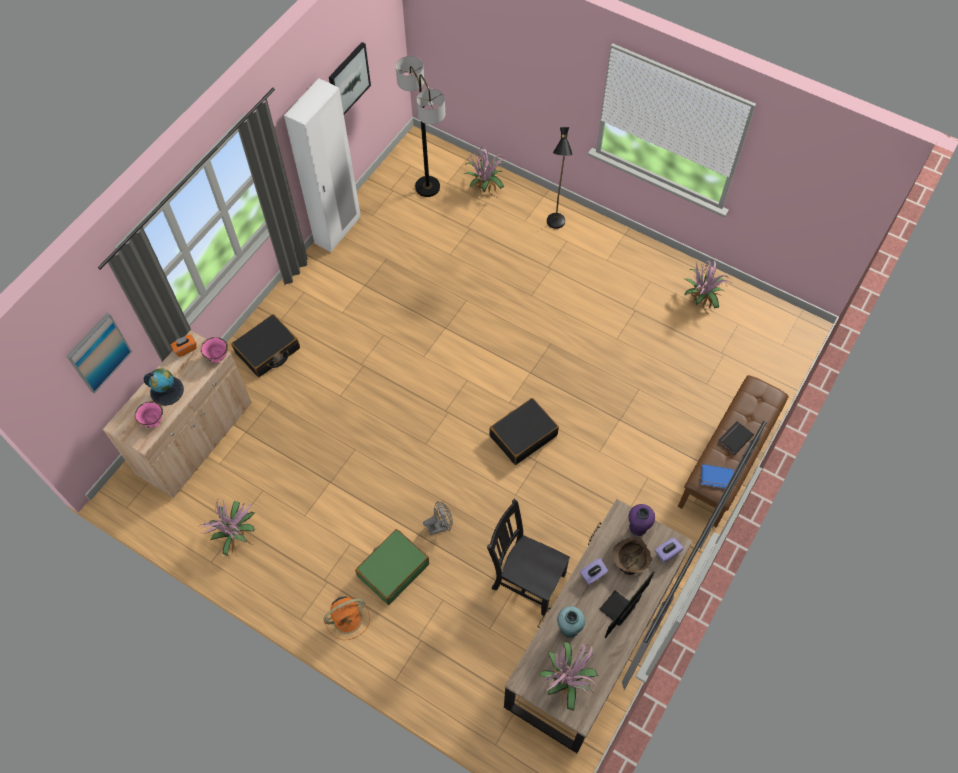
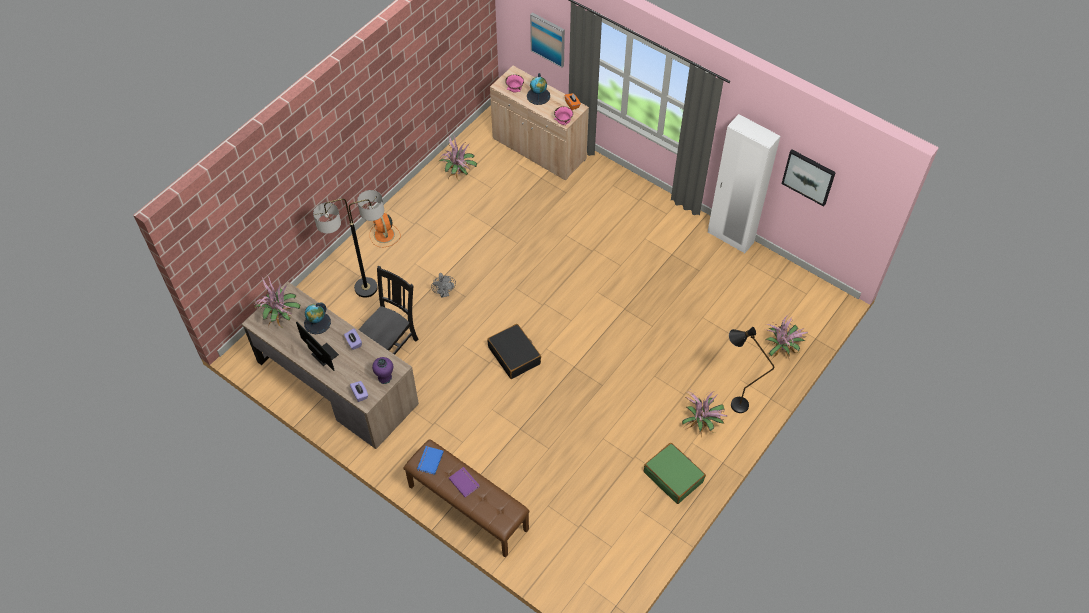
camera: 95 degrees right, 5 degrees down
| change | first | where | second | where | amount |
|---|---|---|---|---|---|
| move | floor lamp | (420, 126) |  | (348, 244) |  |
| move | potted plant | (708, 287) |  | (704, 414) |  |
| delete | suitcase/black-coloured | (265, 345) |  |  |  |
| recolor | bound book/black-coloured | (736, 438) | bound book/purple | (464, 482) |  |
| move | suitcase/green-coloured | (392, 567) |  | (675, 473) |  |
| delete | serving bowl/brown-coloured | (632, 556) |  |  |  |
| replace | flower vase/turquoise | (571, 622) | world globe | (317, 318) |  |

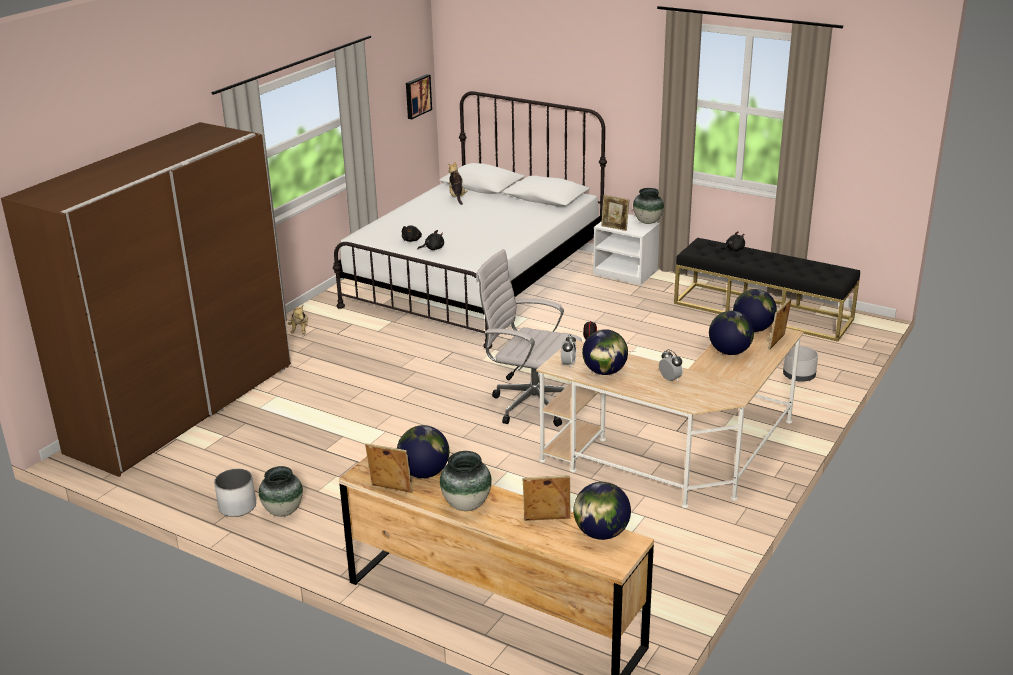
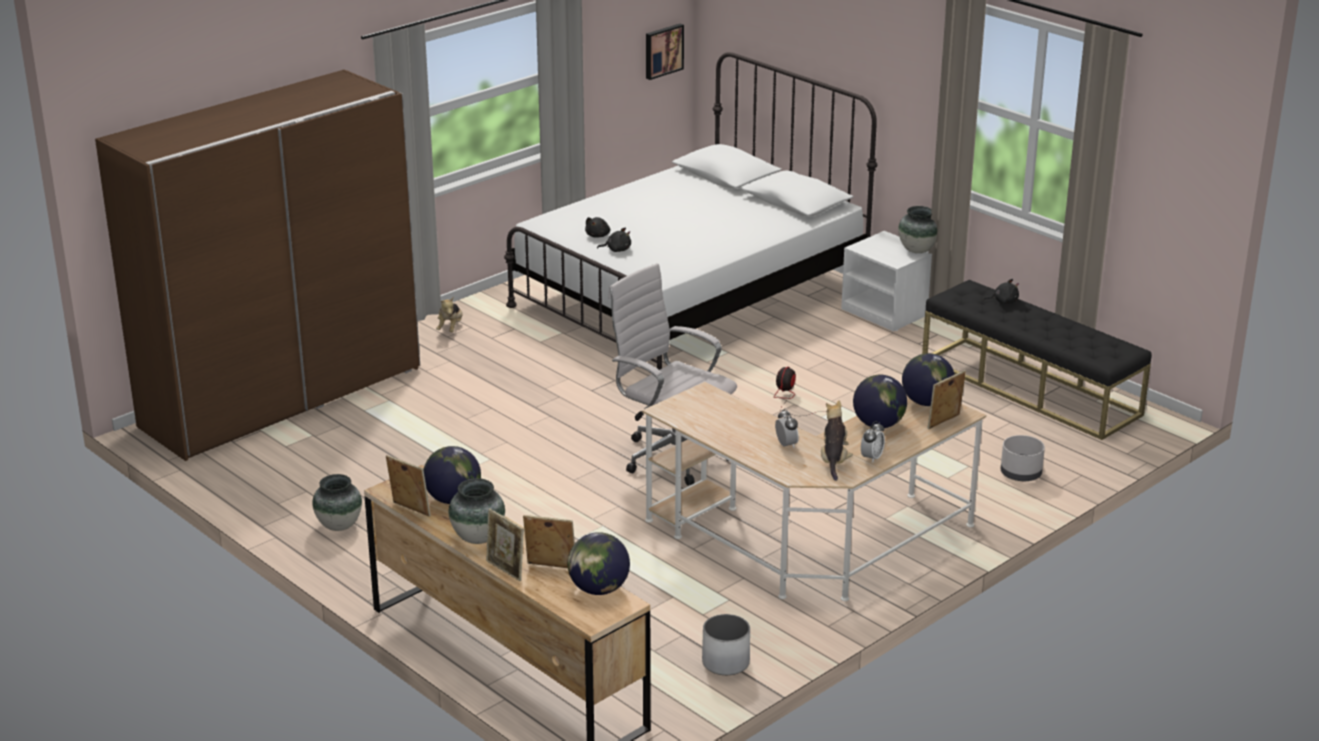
camera: 15 degrees right, 0 degrees up
| change | first | where | second | where | amount |
|---|---|---|---|---|---|
| move | soft toy | (458, 183) |  | (837, 440) |  |
| move | picture frame | (615, 213) |  | (505, 544) |  |
| delete | world globe | (605, 352) |  |  |  |
| move | alarm clock | (569, 350) |  | (873, 442) |  |
| move | plant pot/white-coloured | (235, 493) |  | (726, 644) |  |

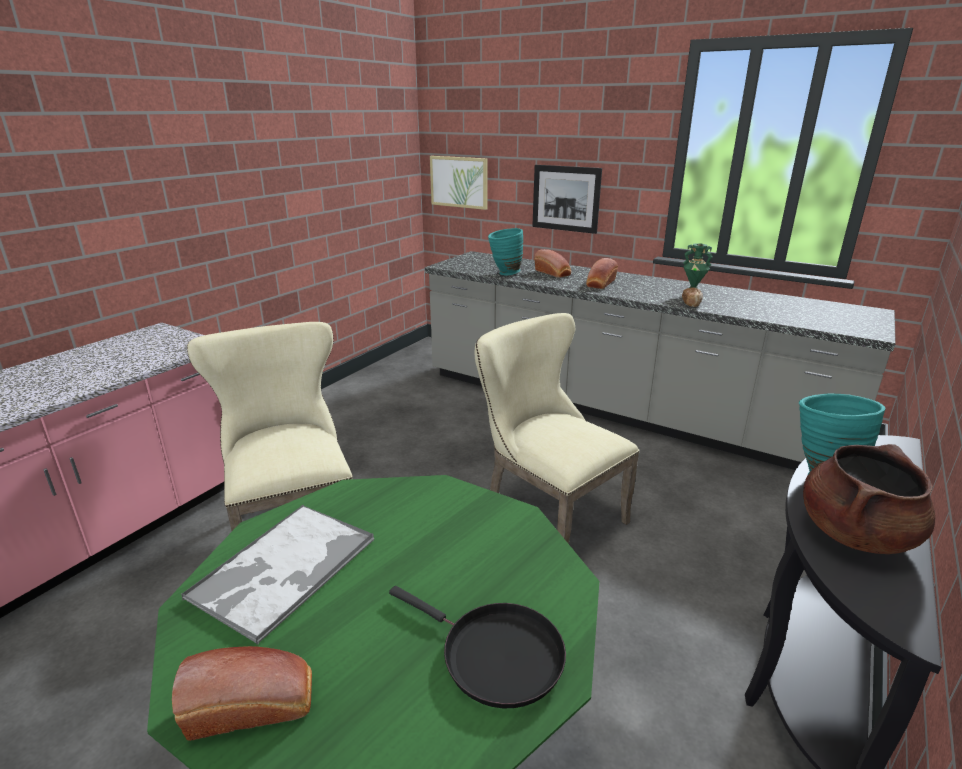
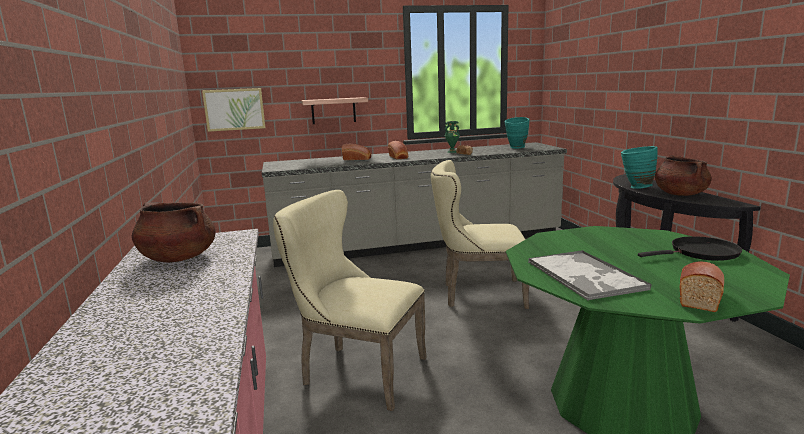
camera: 45 degrees left, 10 degrees down
| change | first | where | second | where | amount |
|---|---|---|---|---|---|
| replace | wall art | (567, 199) | wall shelf | (334, 110) |  |
| move | flower vase/turquoise | (505, 251) |  | (517, 133) |  |
| insert |  |  | saucepot/brown-coloured | (174, 232) |  |

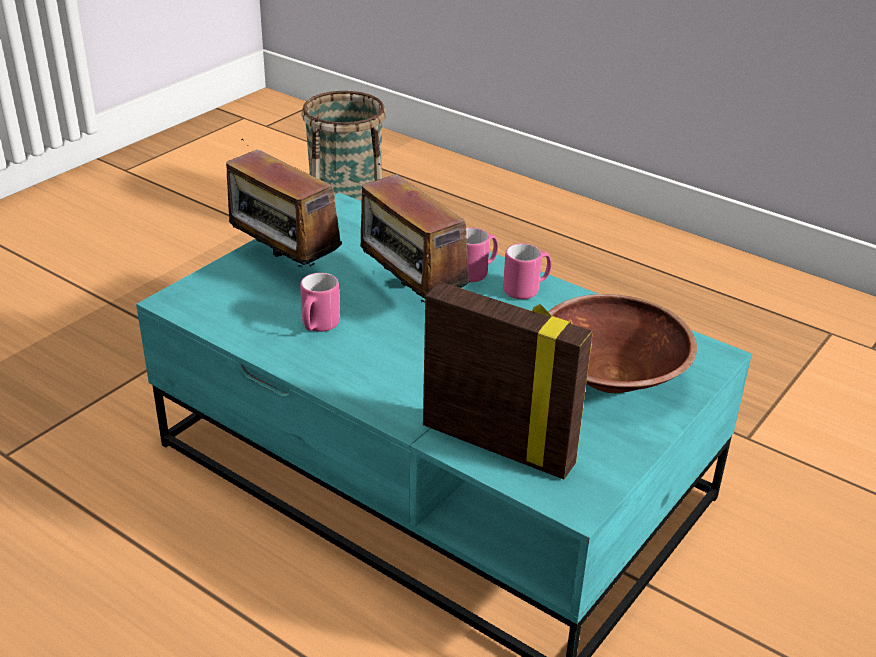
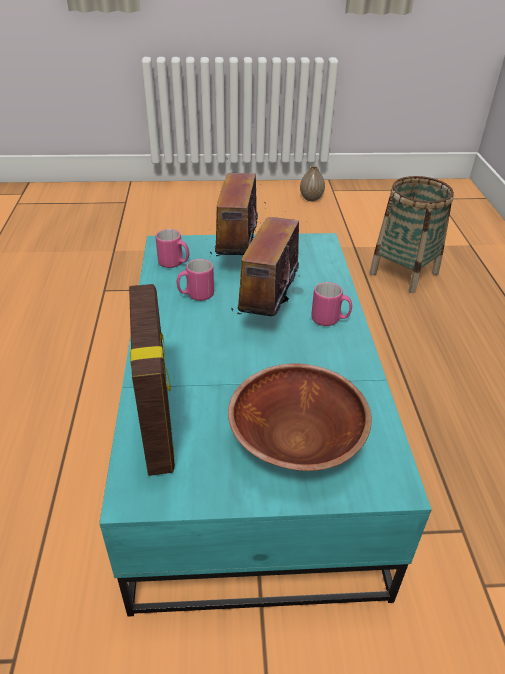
camera: 50 degrees right, 5 degrees up
| change | first | where | second | where | amount |
|---|---|---|---|---|---|
| move | mug/pink | (527, 271) |  | (172, 248) |  |
| insert |  |  | flower vase | (312, 183) |  |

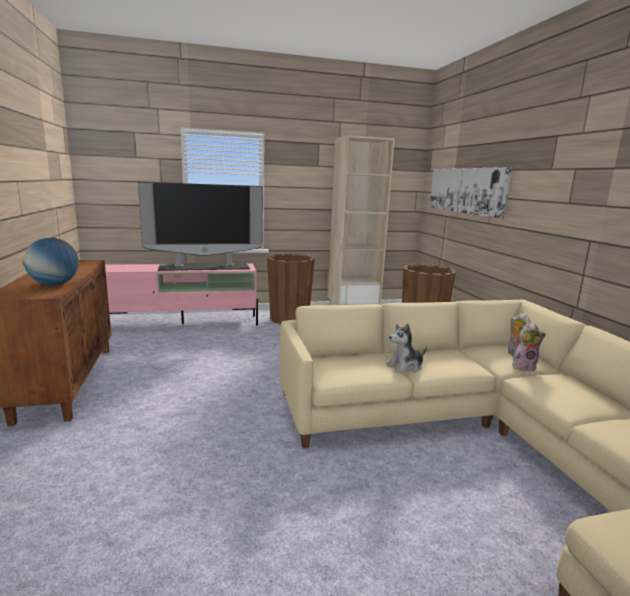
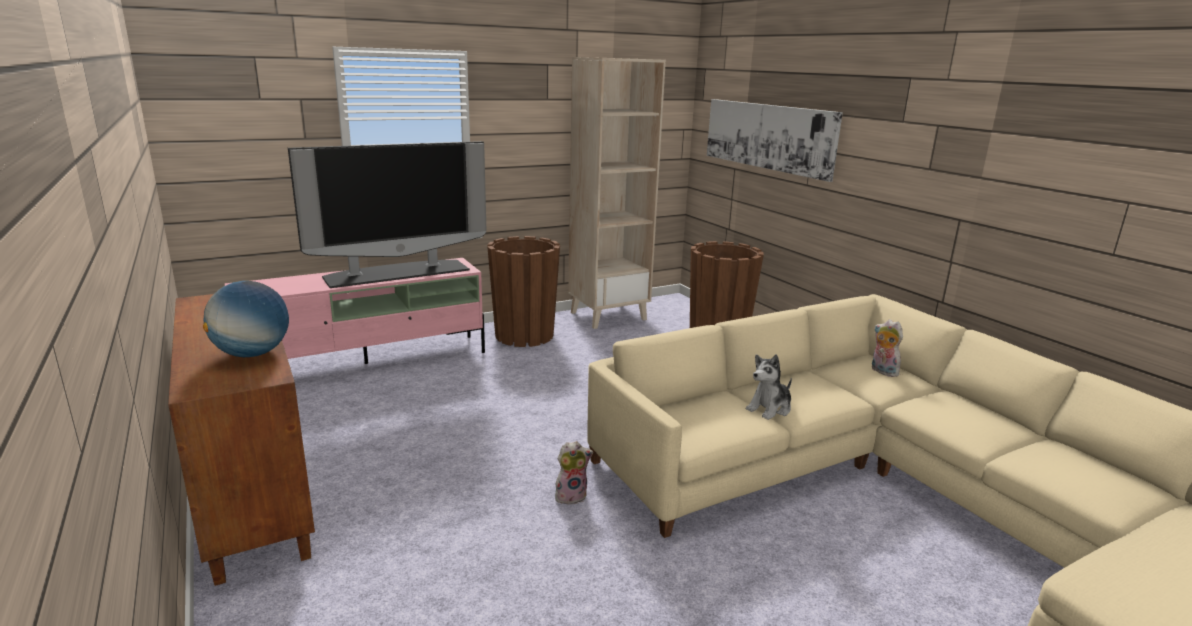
camera: 15 degrees left, 5 degrees up
| change | first | where | second | where | amount |
|---|---|---|---|---|---|
| move | soft toy | (529, 347) |  | (574, 473) |  |

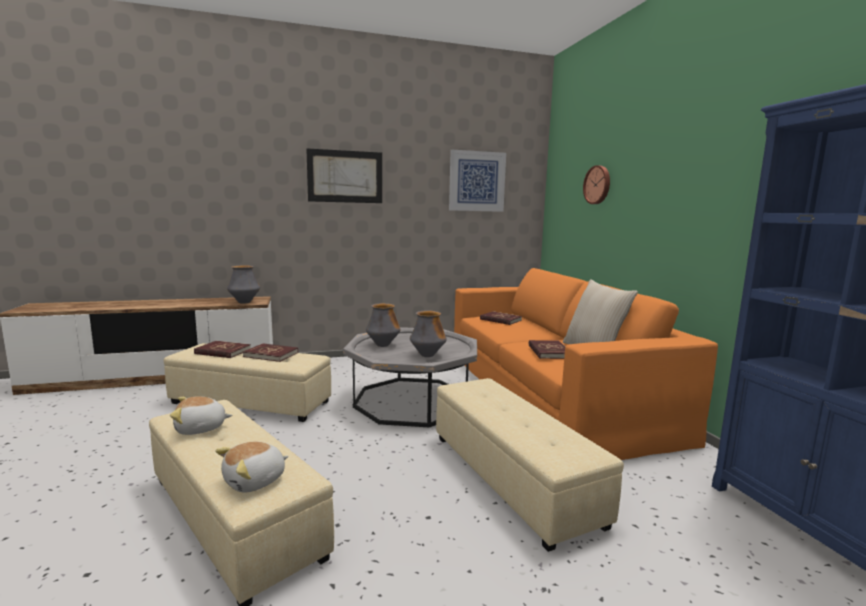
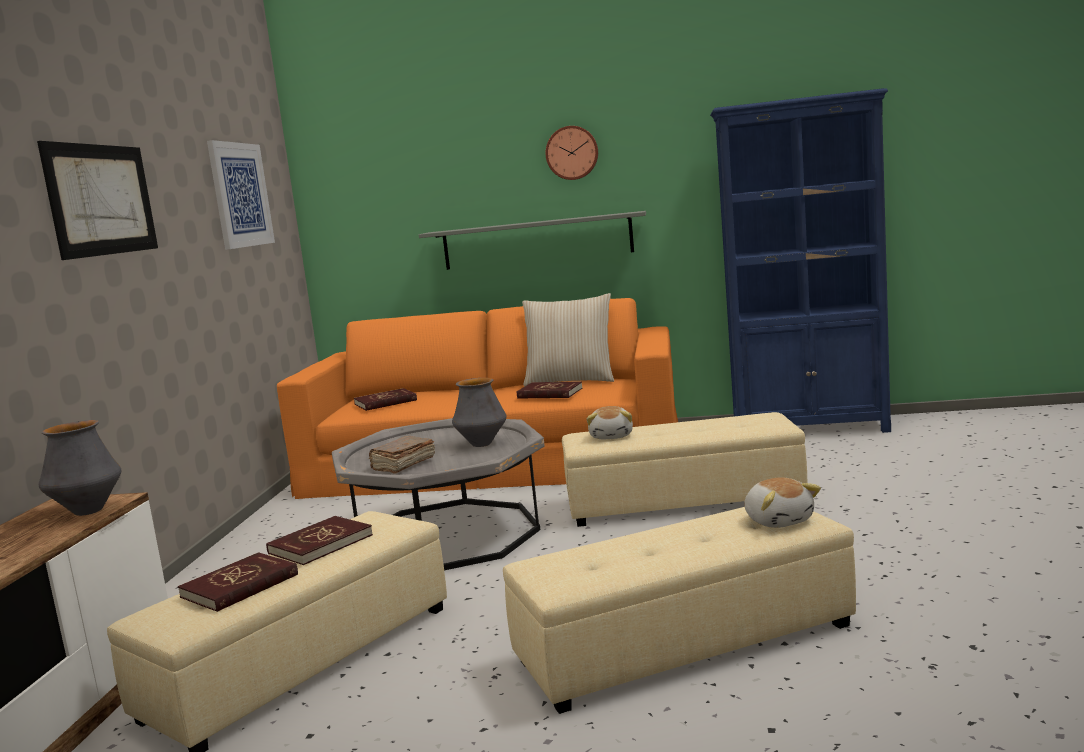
camera: 65 degrees left, 0 degrees up
| change | first | where | second | where | amount |
|---|---|---|---|---|---|
| move | clock on the wall | (596, 184) |  | (572, 153) |  |
| replace | flower vase | (383, 325) | bound book/brown-coloured | (402, 455) |  |
| move | soft toy | (201, 415) |  | (610, 422) |  |
| insert |  |  | wall shelf/gray | (532, 240) |  |

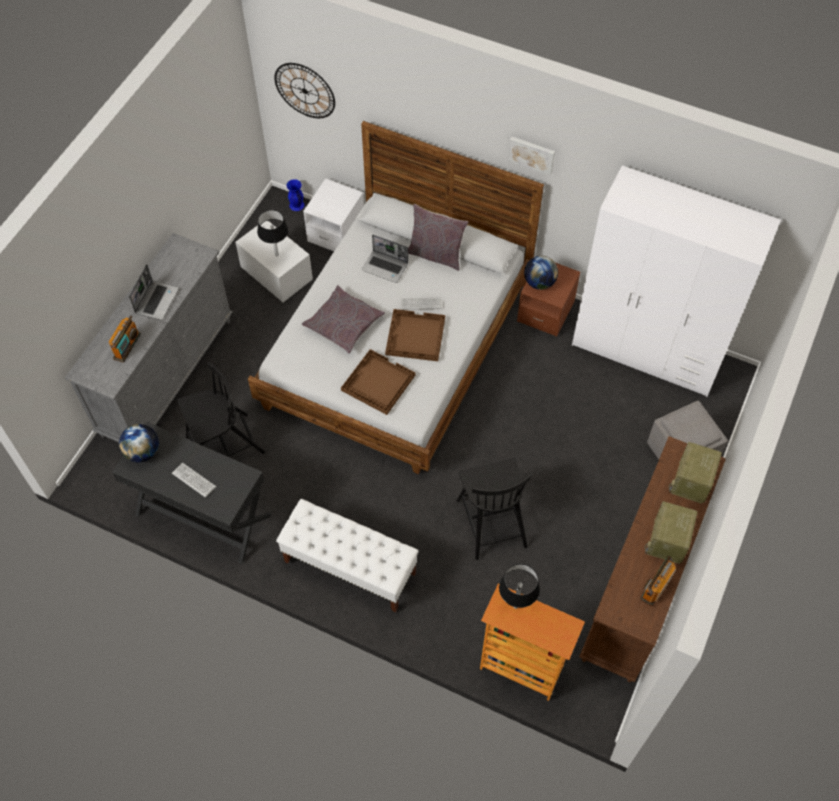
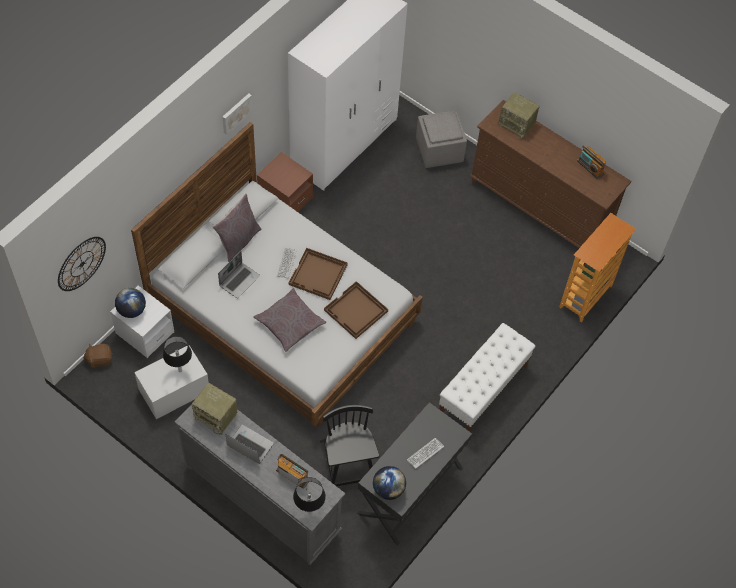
camera: 80 degrees left, 0 degrees up
| change | first | where | second | where | amount |
|---|---|---|---|---|---|
| replace | flower vase/bluish | (295, 195) | soft toy/brown-coloured | (98, 356) |  |
| move | world globe | (541, 273) |  | (130, 303) |  |
| delete | chair/black-coloured | (494, 509) |  |  |  |
| move | radio receiver | (671, 532) |  | (214, 409) |  |
| move | lamp for a table/black-coloured | (519, 586) |  | (309, 495) |  |

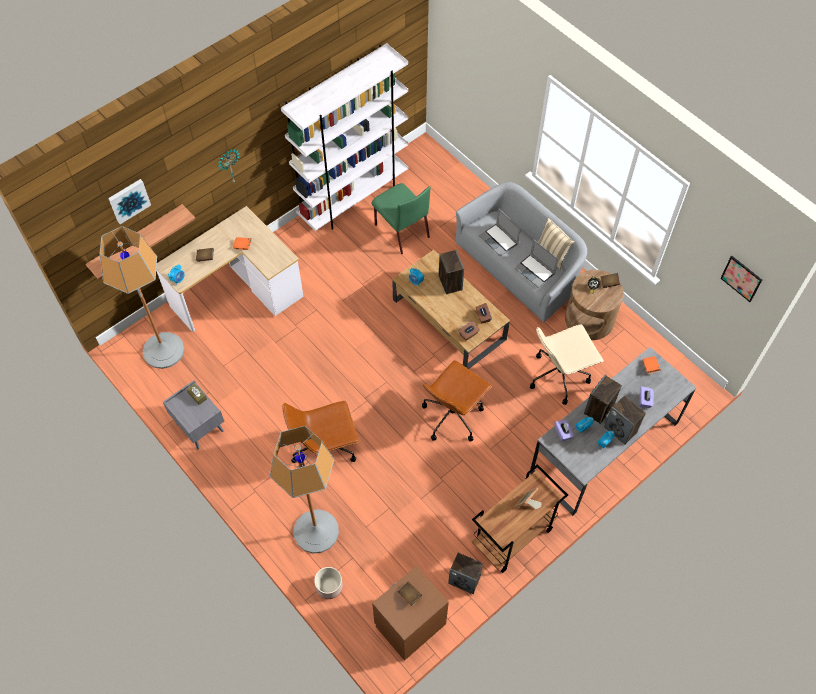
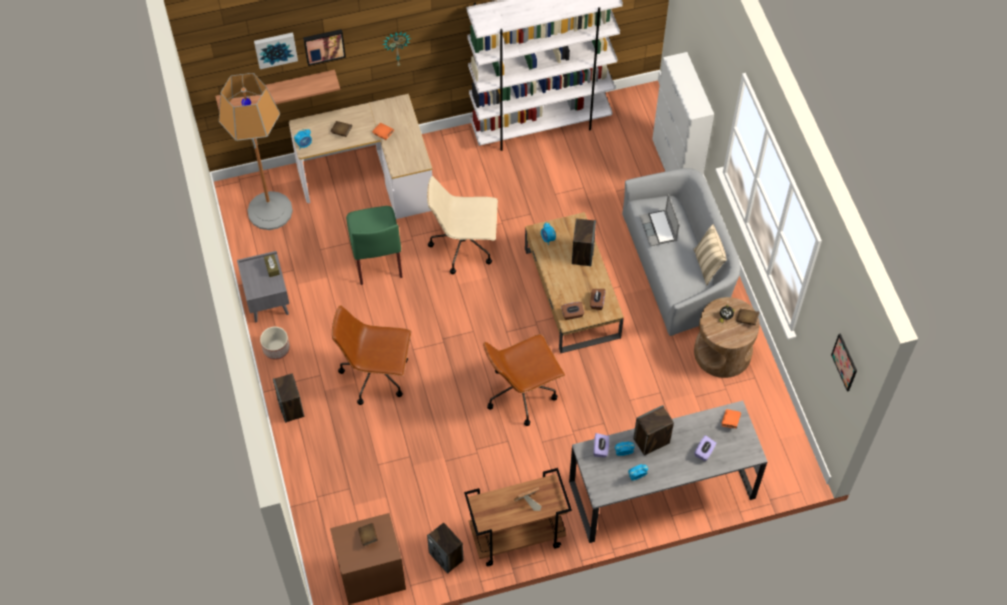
camera: 25 degrees right, 0 degrees up
| change | first | where | second | where | amount |
|---|---|---|---|---|---|
| move | chair/green-coloured | (401, 218) |  | (374, 245) |  |
| delete | notebook computer | (536, 263) |  |  |  |
| move | office chair/beige | (567, 364) |  | (462, 225) |  |
| move | loudspeaker | (625, 420) |  | (288, 398) |  |
| delete | floor lamp | (304, 489) |  |  |  |
| move | plant pot | (328, 583) |  | (275, 343) |  |
| insert |  |  | wall art | (324, 47) |  |
| insert |  |  | cupboard/white-coloured | (683, 113) |  |

